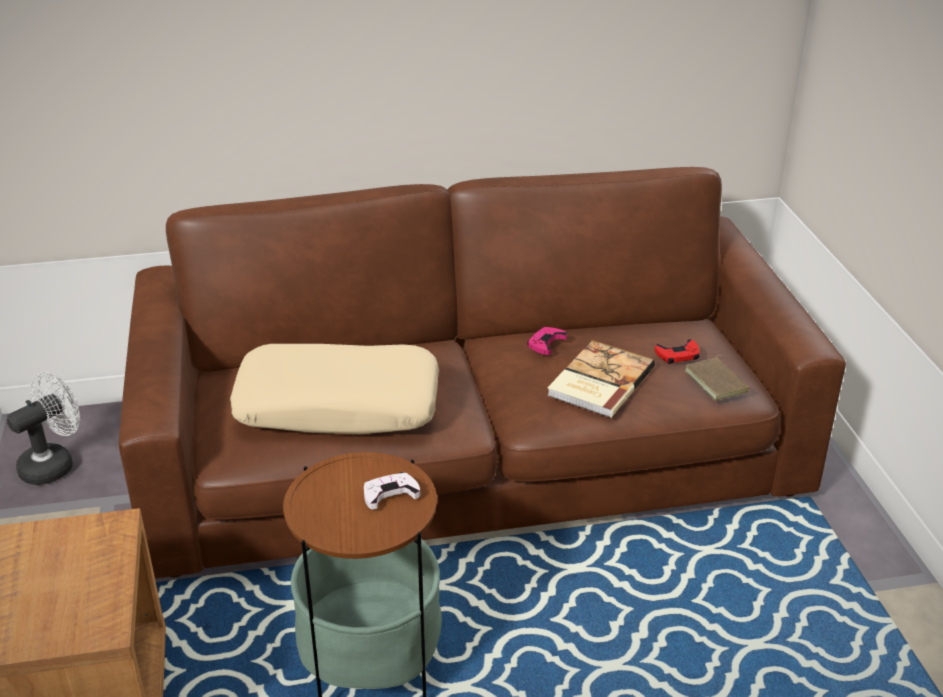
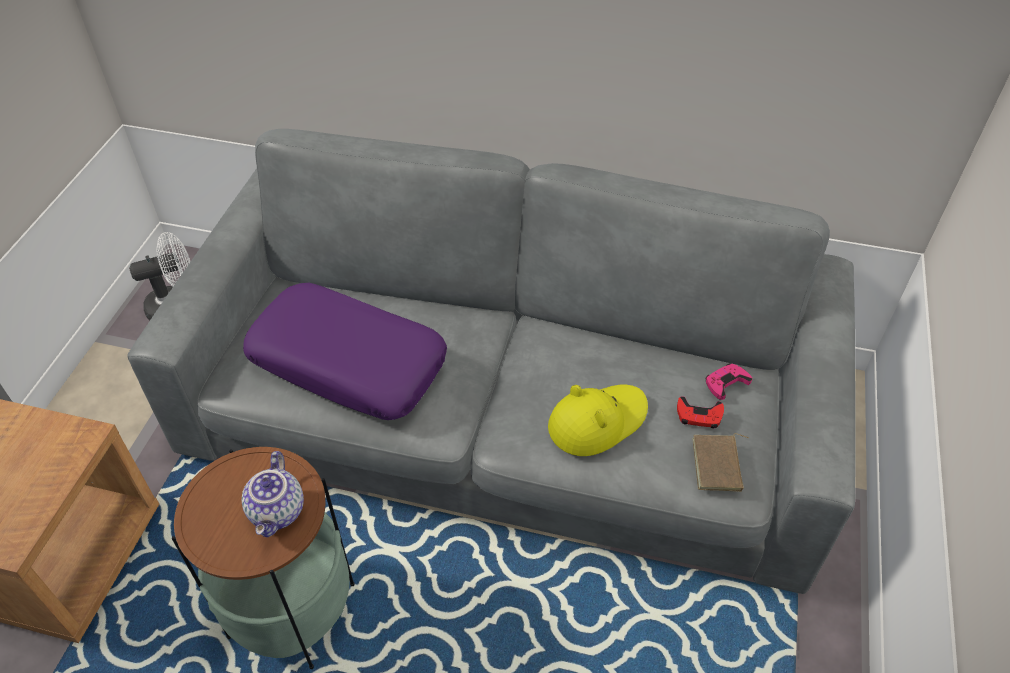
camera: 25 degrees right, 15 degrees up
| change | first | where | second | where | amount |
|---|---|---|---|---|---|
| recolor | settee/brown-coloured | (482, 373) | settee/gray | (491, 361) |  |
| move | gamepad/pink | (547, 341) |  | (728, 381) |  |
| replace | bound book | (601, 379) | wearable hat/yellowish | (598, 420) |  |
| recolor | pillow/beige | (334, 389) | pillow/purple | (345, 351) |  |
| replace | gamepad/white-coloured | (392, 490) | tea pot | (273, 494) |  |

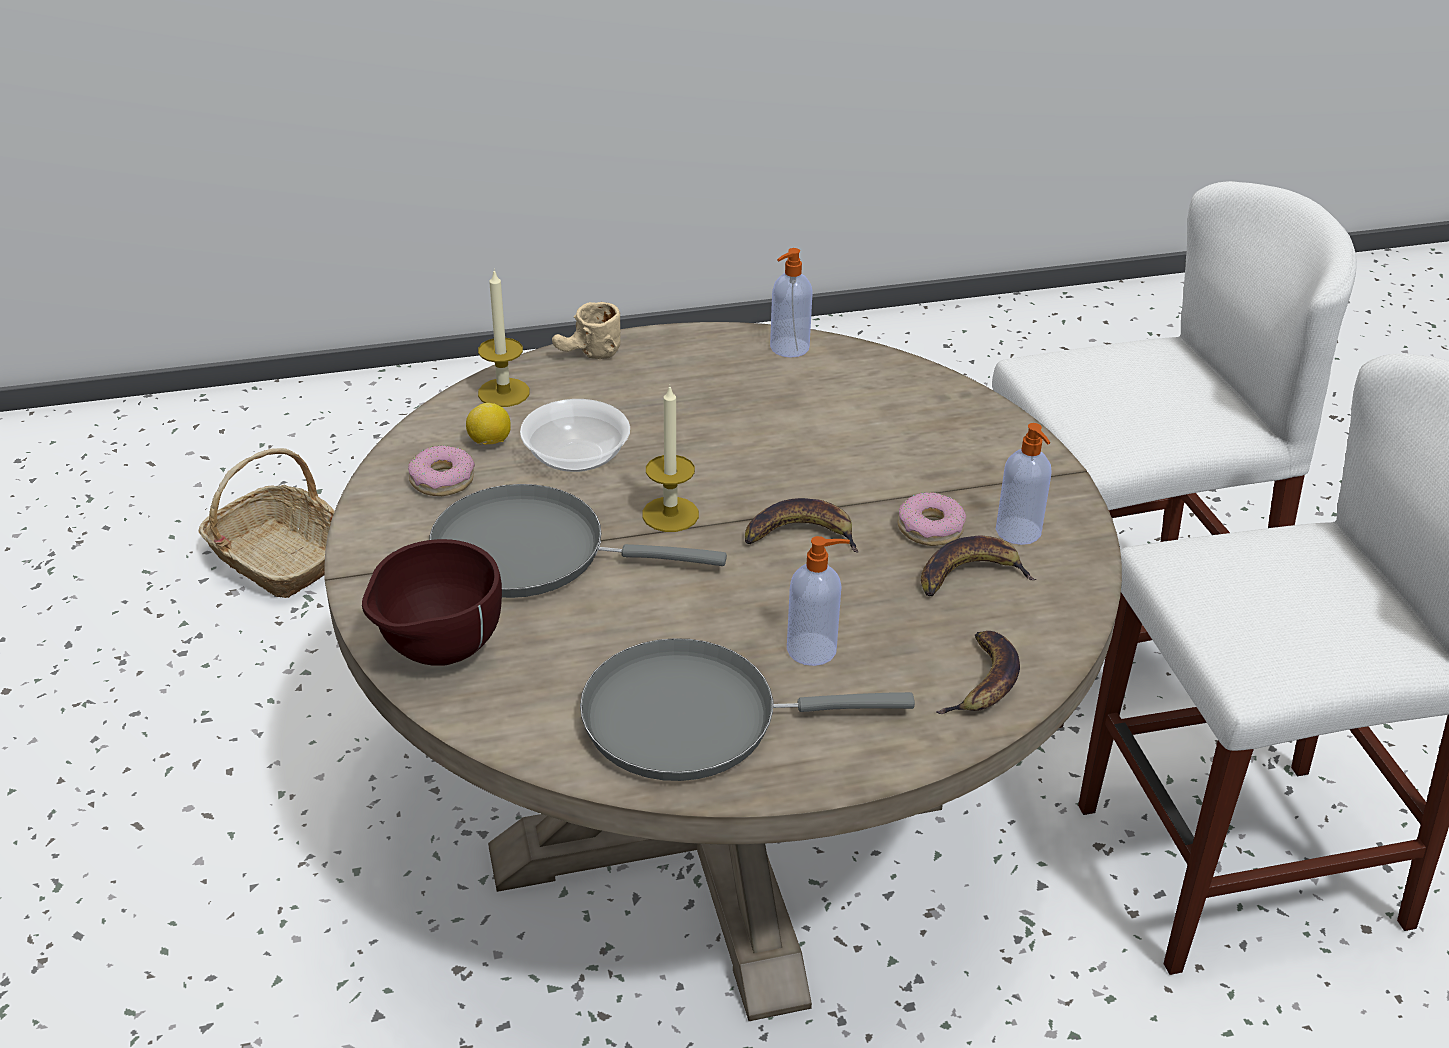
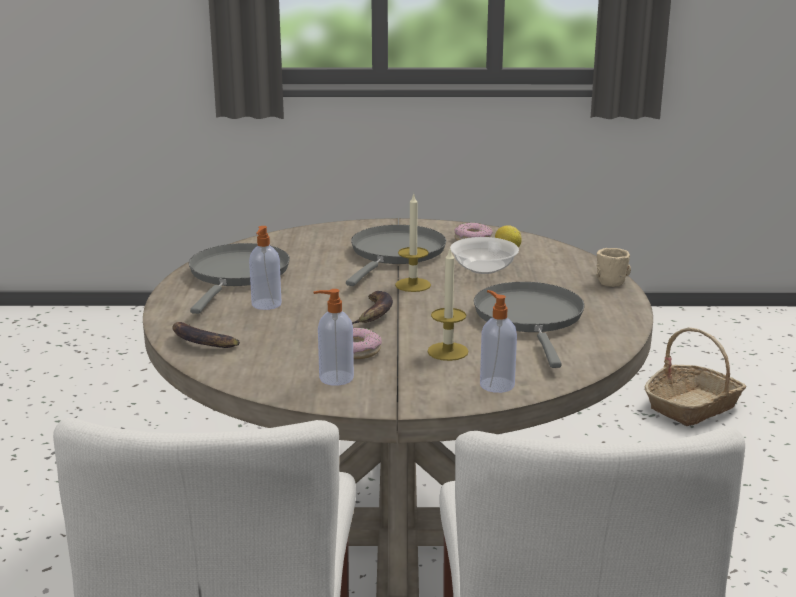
camera: 105 degrees right, 15 degrees down
| change | first | where | second | where | amount |
|---|---|---|---|---|---|
| move | soap bottle | (791, 302) |  | (498, 341) |  |
| move | candle | (504, 338) |  | (448, 305) |  |
| delete | whole banana | (978, 565) |  |  |  |
| delete | serving bowl/brown-coloured | (432, 602) |  |  |  |
| insert |  |  | frying pan/gray | (529, 325) |  |

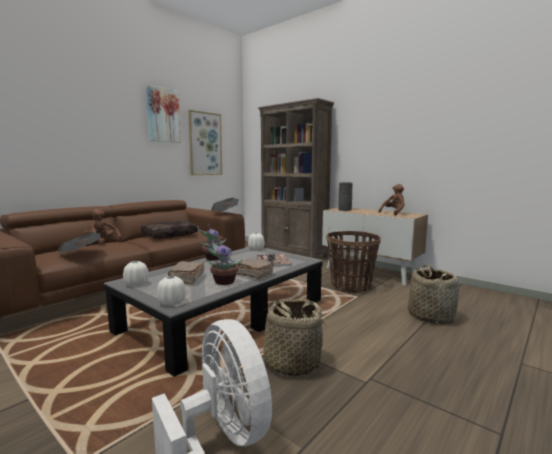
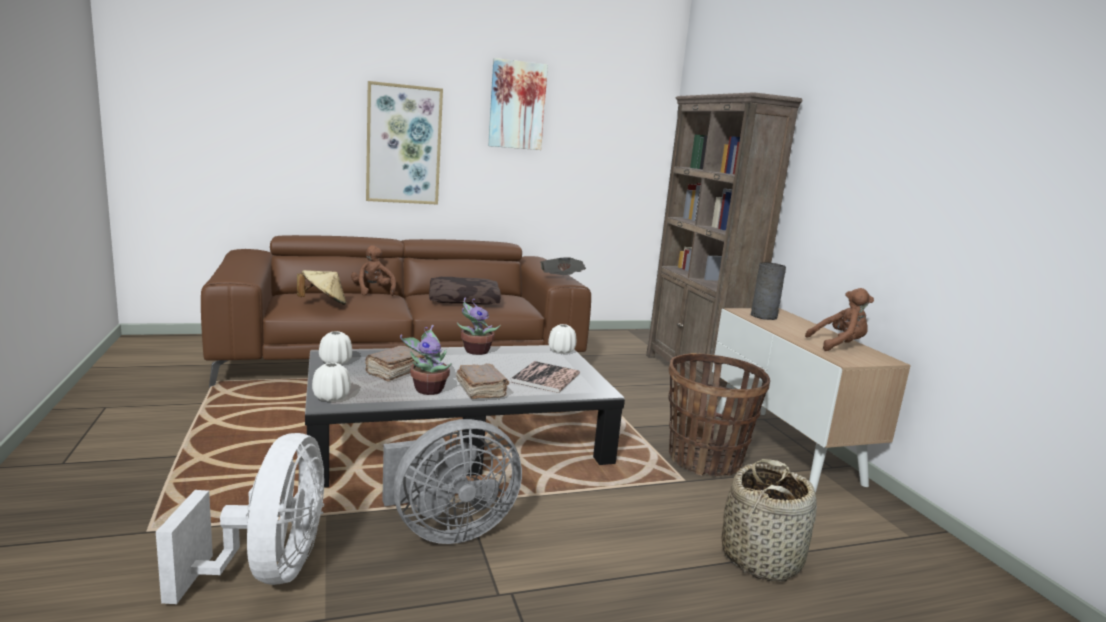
camera: 30 degrees right, 5 degrees up
| change | first | where | second | where | amount |
|---|---|---|---|---|---|
| move | wall art | (205, 142) |  | (404, 143) |  |
| replace | printed paper | (79, 242) | wearable hat/beige | (321, 287) |  |
| replace | household basket | (292, 337) | fan/gray | (452, 481) |  |

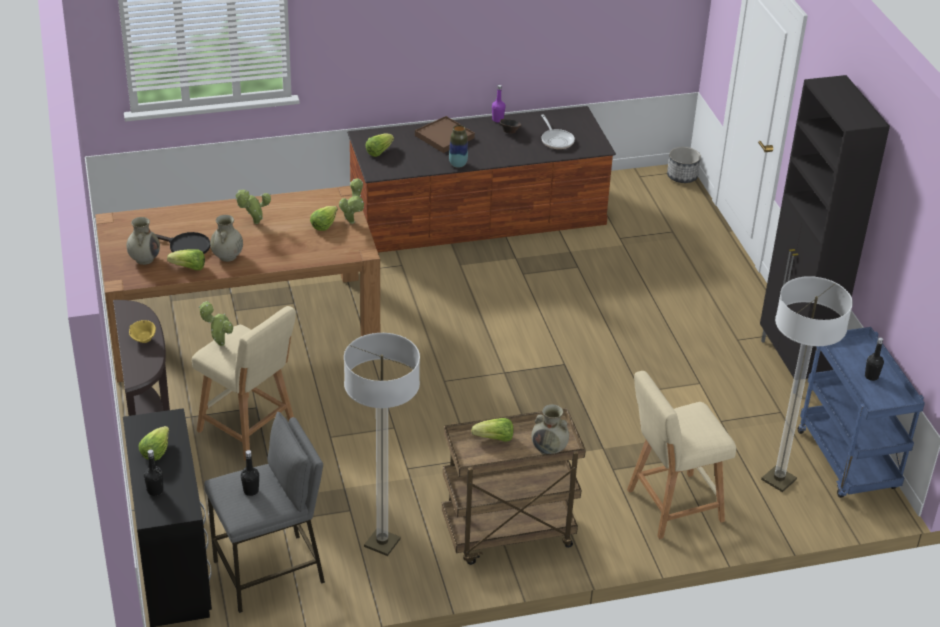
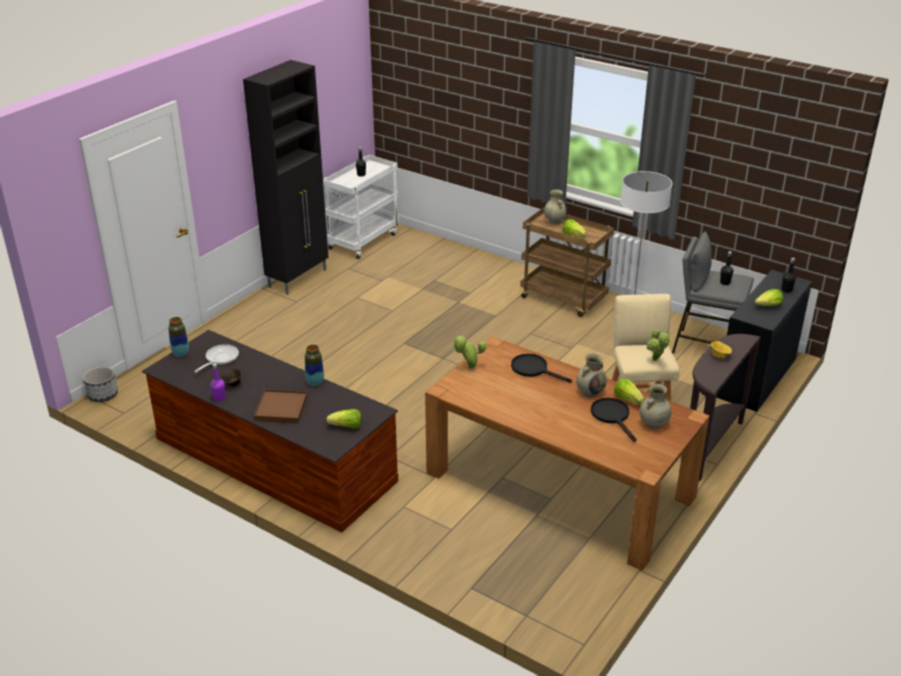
camera: 130 degrees left, 5 degrees down
| change | first | where | second | where | amount |
|---|---|---|---|---|---|
| delete | potted plant | (253, 207) |  |  |  |
| delete | lettuce | (324, 218) |  |  |  |
| delete | floor lamp | (807, 384) |  |  |  |
| recolor | trolley/bluish | (861, 412) | trolley/white-coloured | (361, 207) |  |
| delete | sitting stool/beige | (681, 455) |  |  |  |
| insert |  |  | flower vase | (178, 337) |  |
| insert |  |  | frying pan/black-coloured | (541, 368) |  |

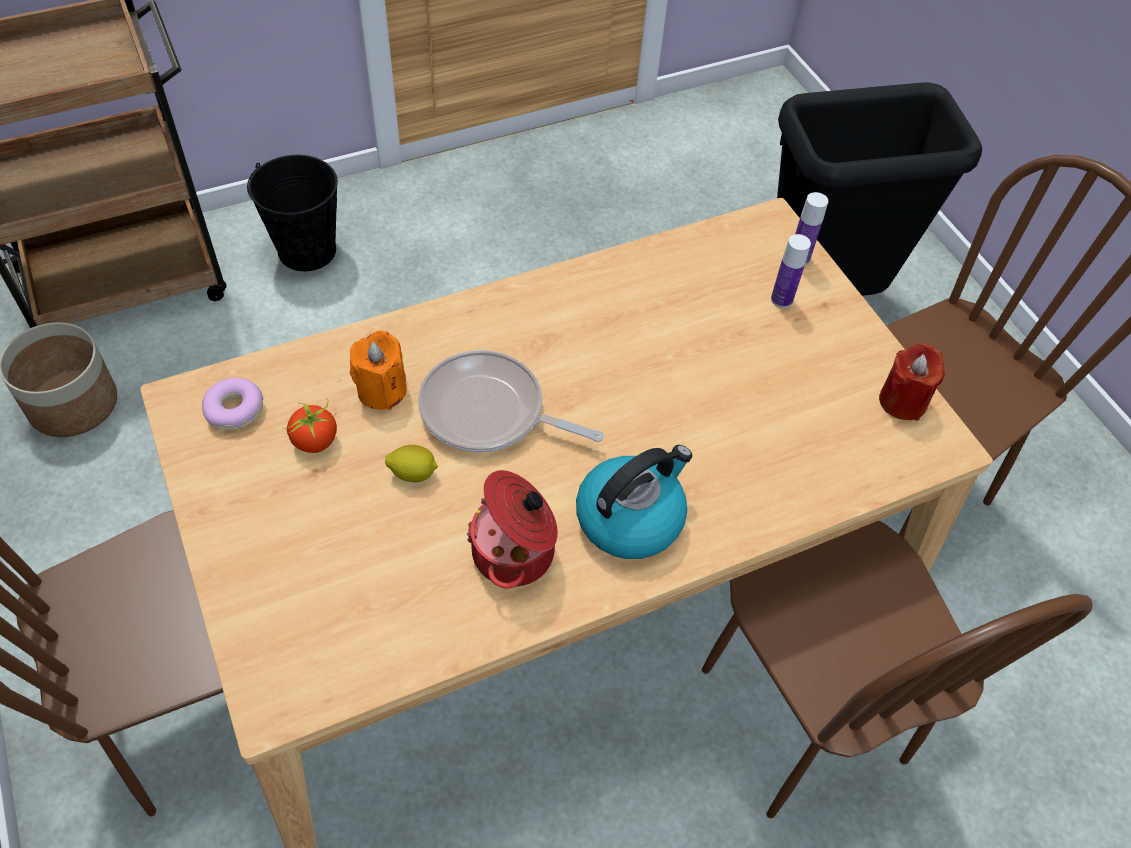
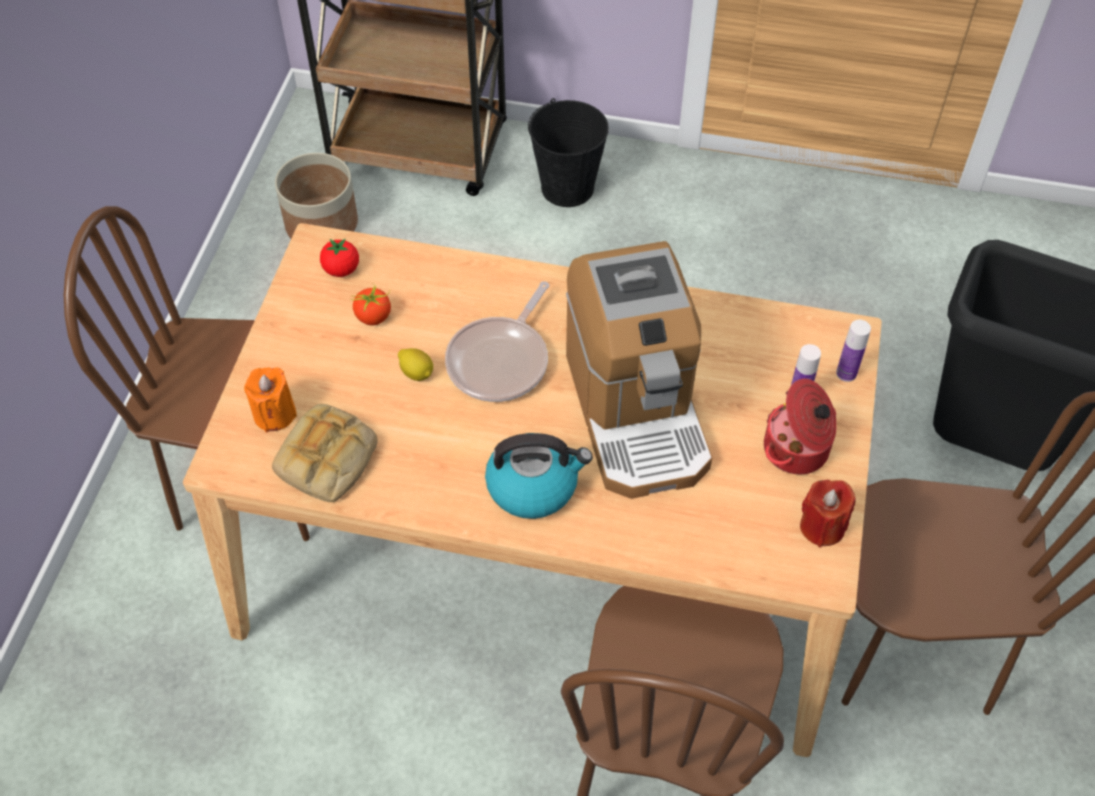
camera: 40 degrees right, 0 degrees up
| change | first | where | second | where | amount |
|---|---|---|---|---|---|
| move | candle/orangey | (378, 370) |  | (270, 400) |  |
| rotate | frying pan | (511, 401) |  | (497, 341) | 120 degrees counterclockwise |
| replace | doughnut | (233, 404) | fresh tomato | (339, 258) |  |
| move | saucepot | (512, 529) |  | (800, 427) |  |
| insert |  |  | coffee brewer | (639, 370) |  |
| insert |  |  | baked bread | (324, 453) |  |

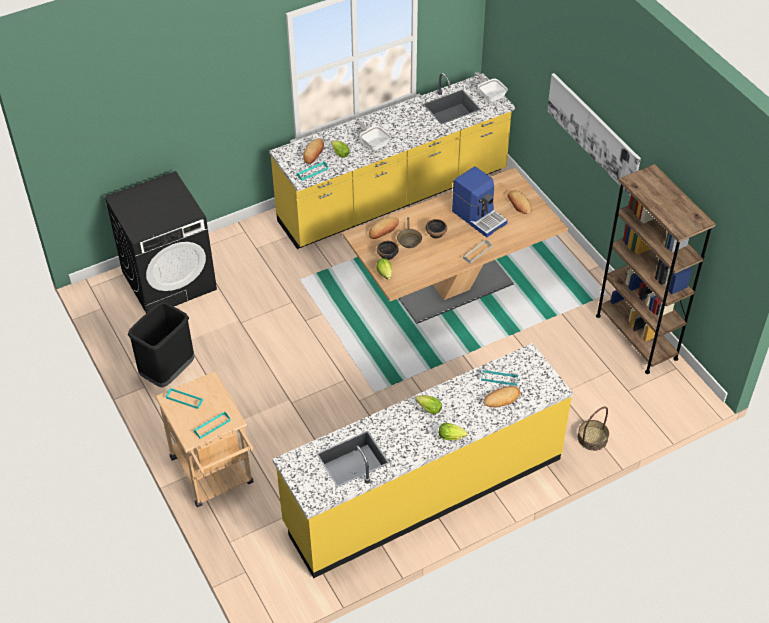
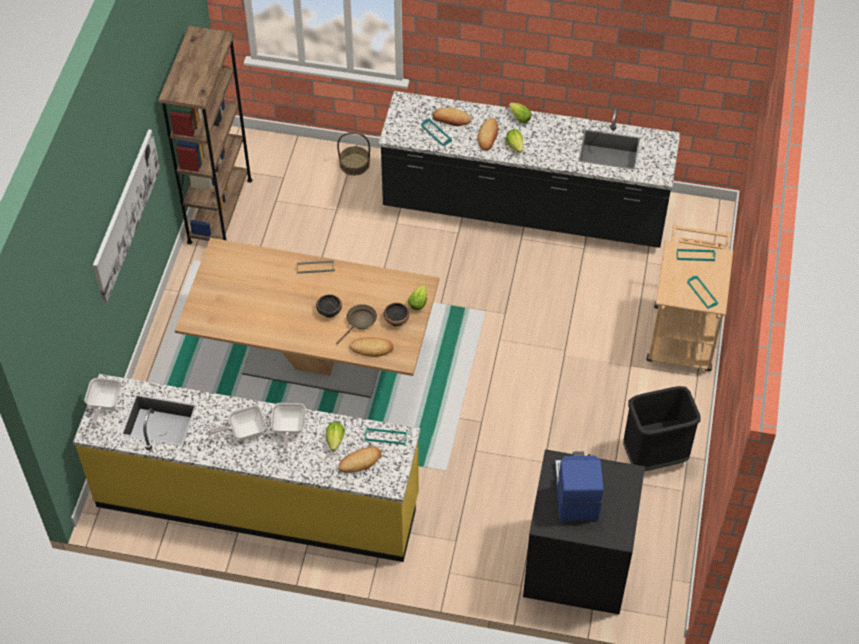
camera: 140 degrees left, 5 degrees up
| change | first | where | second | where | amount |
|---|---|---|---|---|---|
| move | coffee brewer | (479, 202) |  | (579, 486) |  |
| move | baked bread | (519, 202) |  | (487, 134) |  |
| recolor | counter/yellowish | (423, 460) | counter/black-coloured | (529, 169) |  |
| insert |  |  | frying pan | (237, 422) |  |

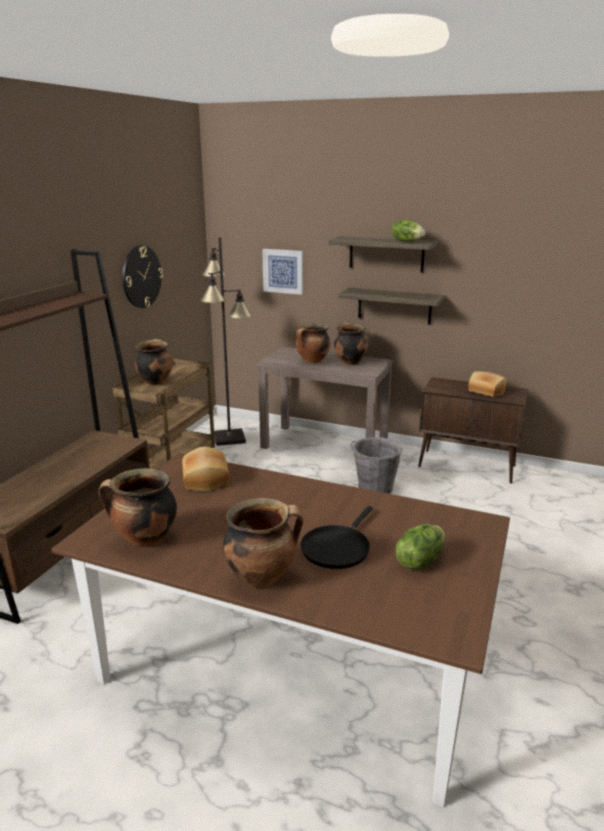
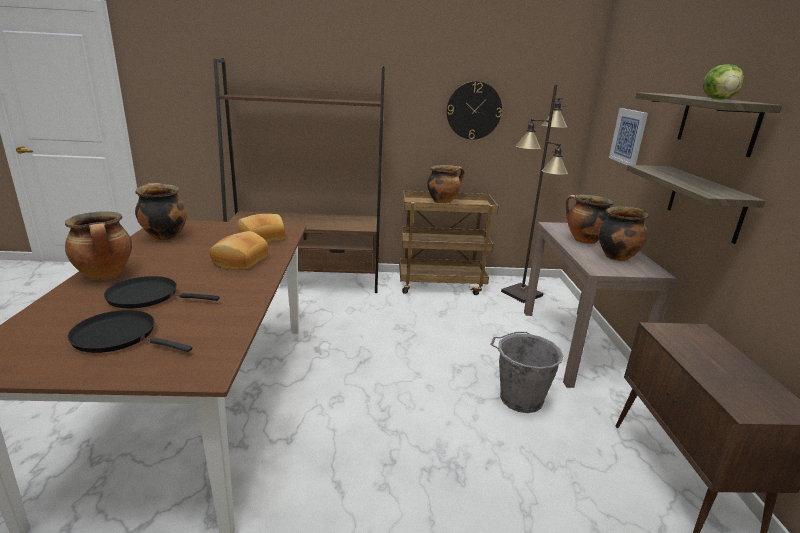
camera: 65 degrees right, 0 degrees up
| change | first | where | second | where | amount |
|---|---|---|---|---|---|
| move | baked bread | (487, 384) |  | (239, 250) |  |
| replace | lettuce | (420, 547) | frying pan/black-coloured | (130, 331) |  |

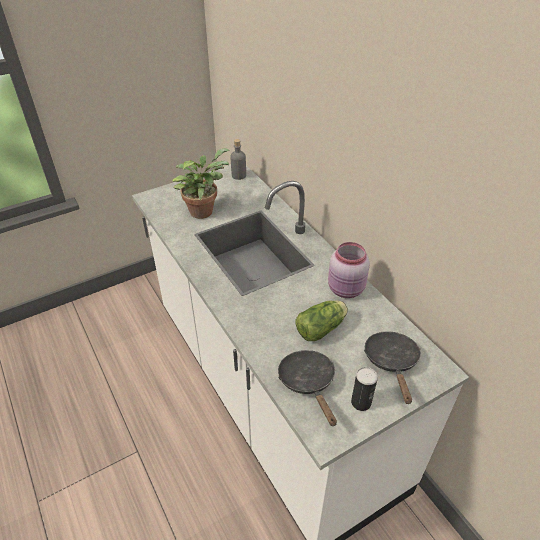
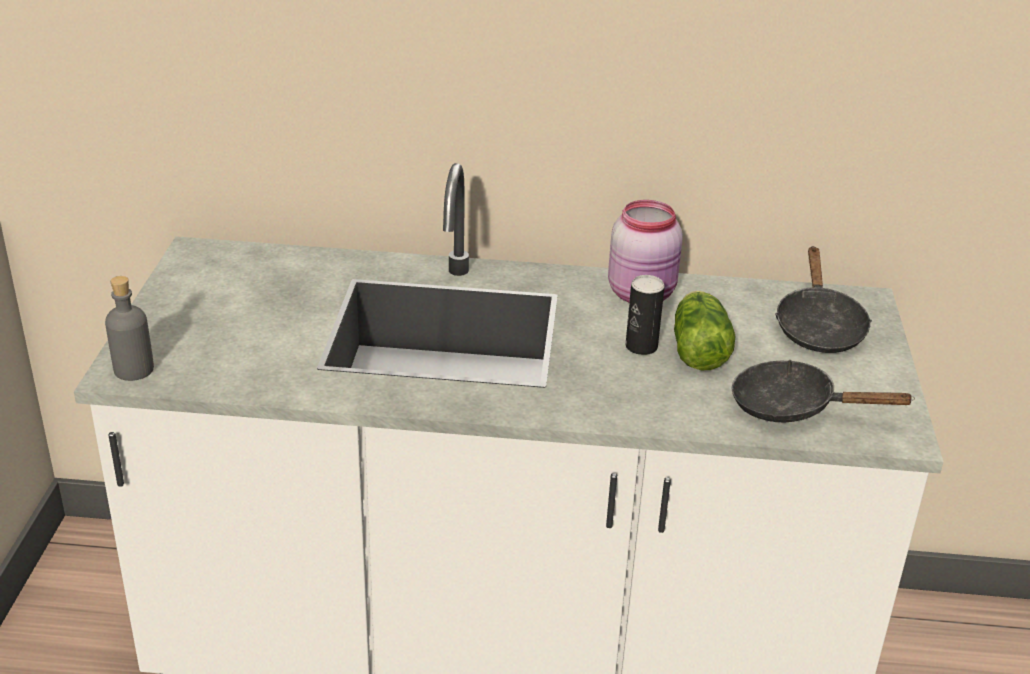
camera: 55 degrees left, 10 degrees down
| change | first | where | second | where | amount |
|---|---|---|---|---|---|
| move | bottle/gray | (238, 159) |  | (129, 328) |  |
| delete | potted plant | (200, 183) |  |  |  |
| rotate | frying pan/black-coloured | (392, 367) |  | (823, 299) | 120 degrees counterclockwise |
| move | sealed can | (364, 389) |  | (645, 315) |  |

